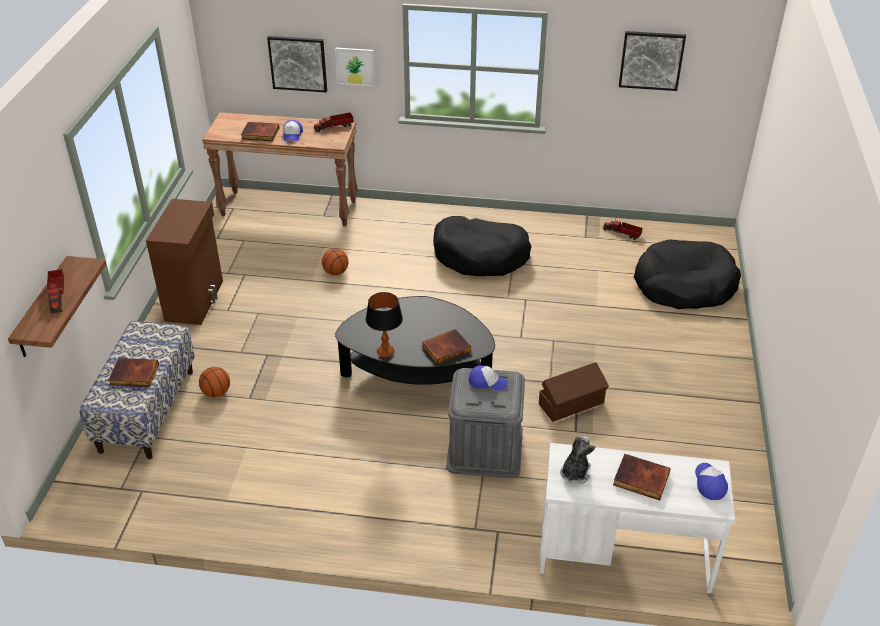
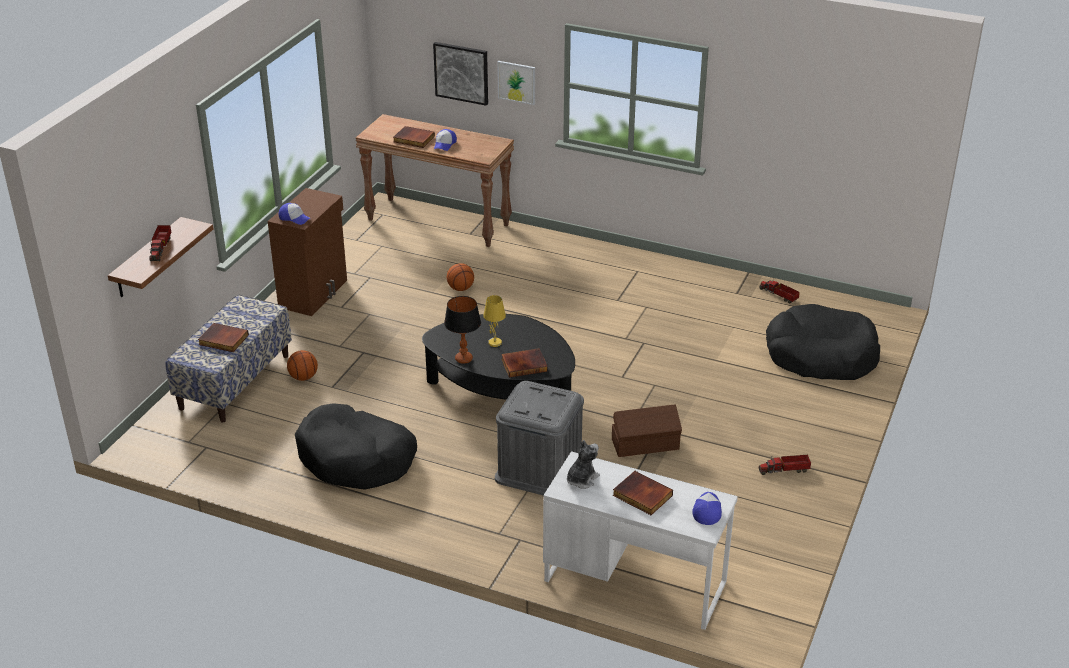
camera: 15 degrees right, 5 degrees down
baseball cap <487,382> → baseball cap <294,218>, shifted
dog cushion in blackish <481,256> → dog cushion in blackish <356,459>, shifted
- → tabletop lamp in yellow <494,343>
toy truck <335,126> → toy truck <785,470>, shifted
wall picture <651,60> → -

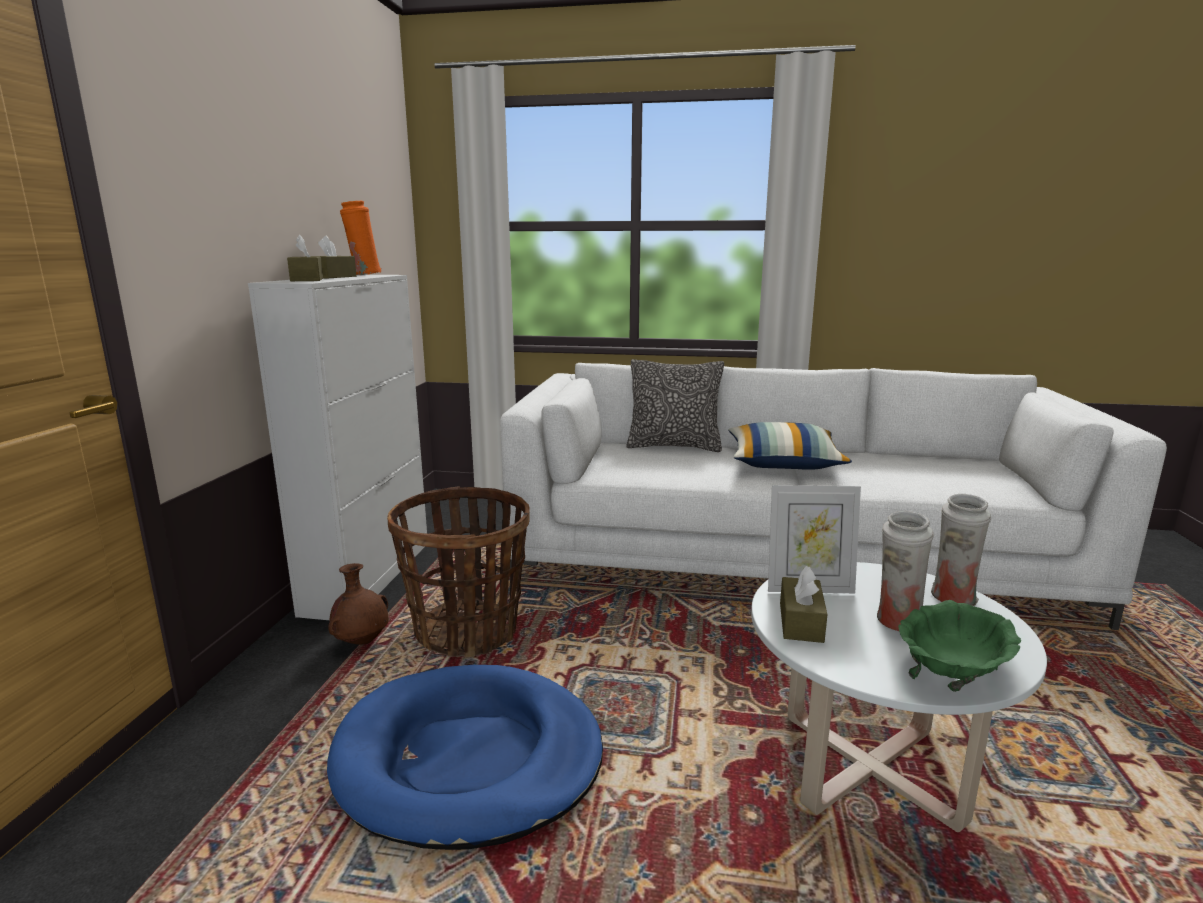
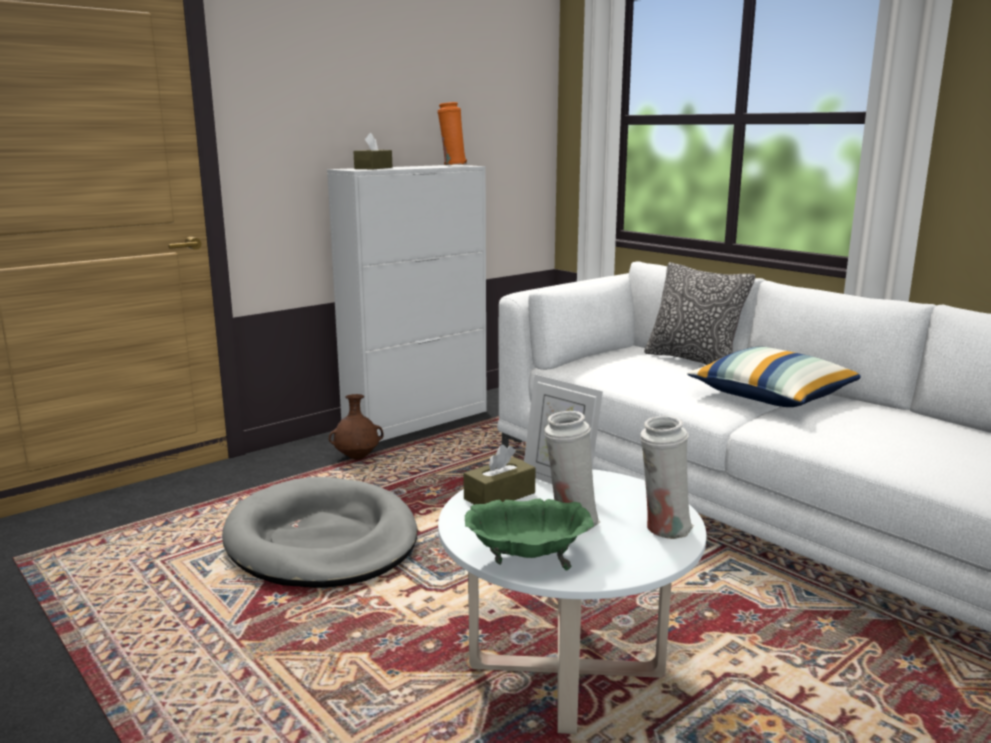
camera: 40 degrees right, 0 degrees up
dog cushion in blue <469,759> → dog cushion in grey <322,540>
tissue box in brown <332,277> → -
storage basket <467,631> → -

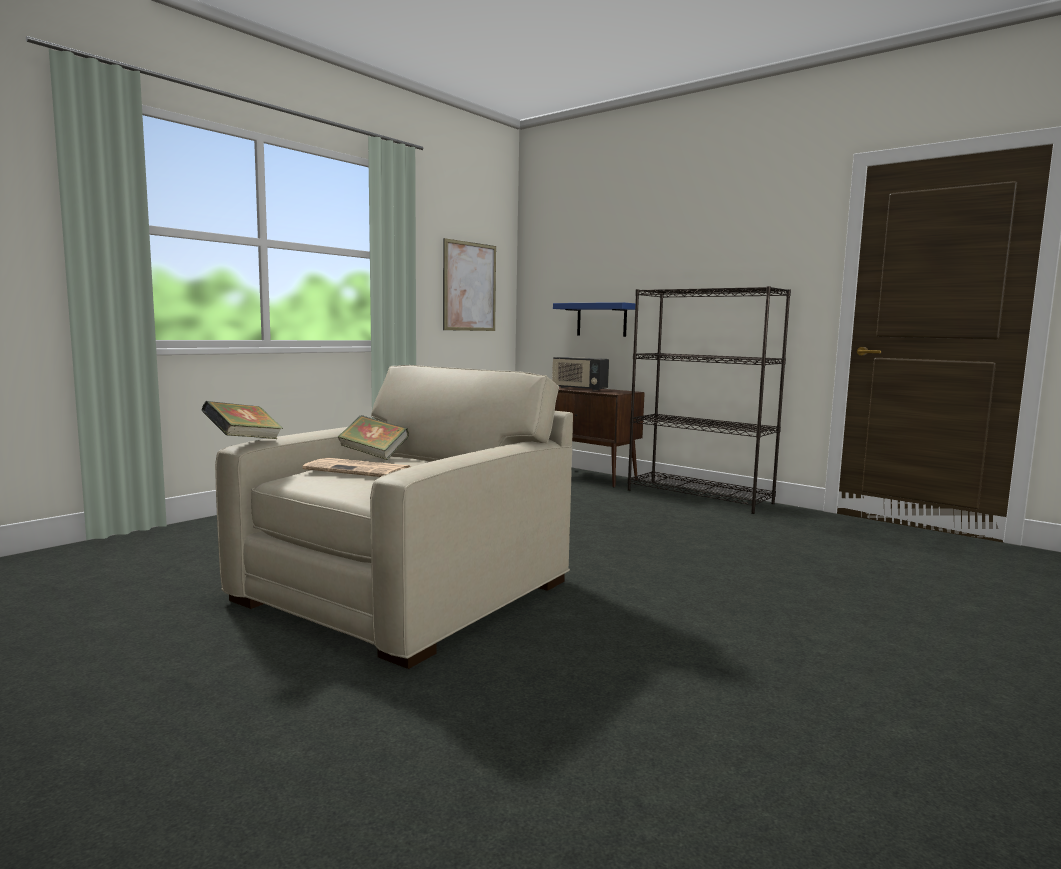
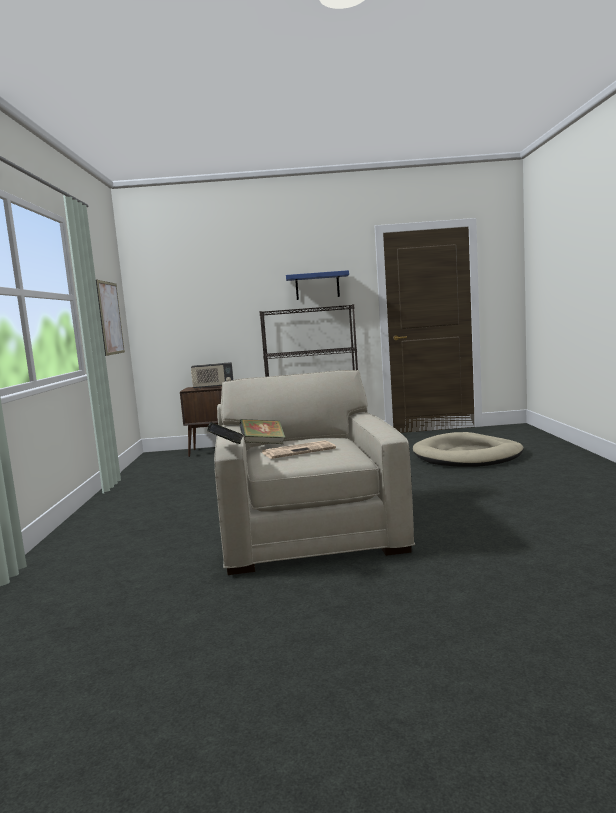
camera: 40 degrees left, 0 degrees up
wall shelf in blue <601,320> → wall shelf in blue <317,286>, shifted
- → dog cushion in beige-coloured <467,456>

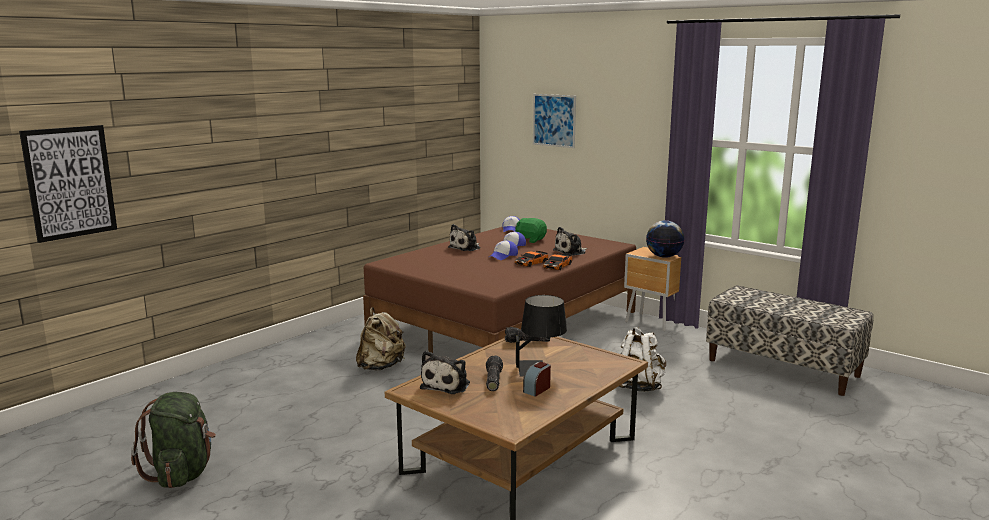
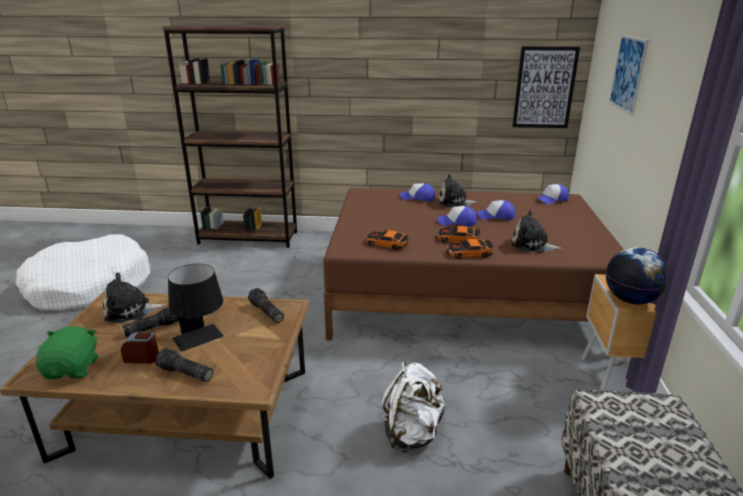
camera: 55 degrees right, 10 degrees up
backpack in greenish <182,473> → dog cushion in white <89,286>
cuddly toy in greenish <530,240> → cuddly toy in greenish <73,369>, shifted
- → flashlight <185,373>
- → shelving unit in brown <248,238>
- → miniature car <386,244>
- → baseball cap <417,198>
wall picture <70,182> → wall picture <544,88>, shifted
backpack in beige-coloured <381,367> → -

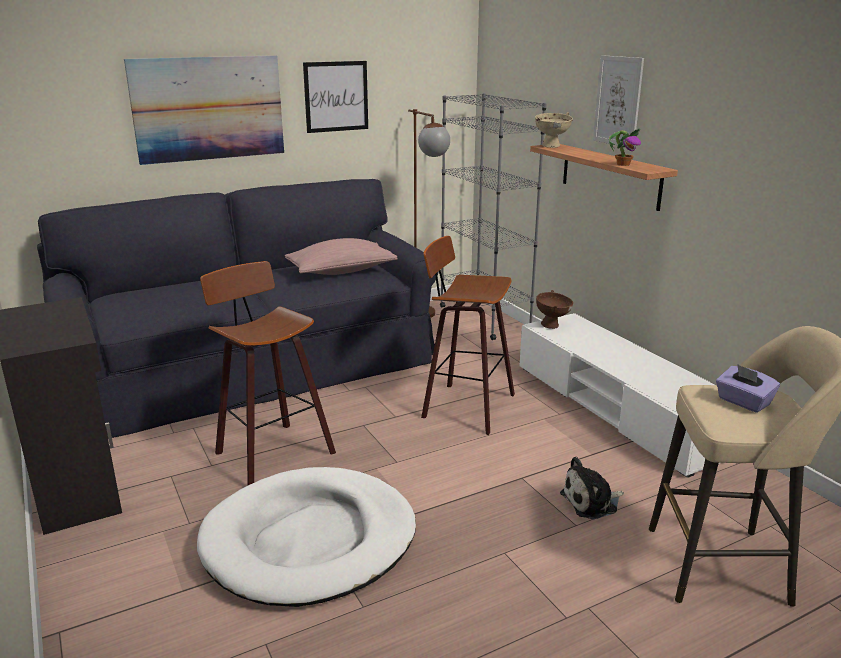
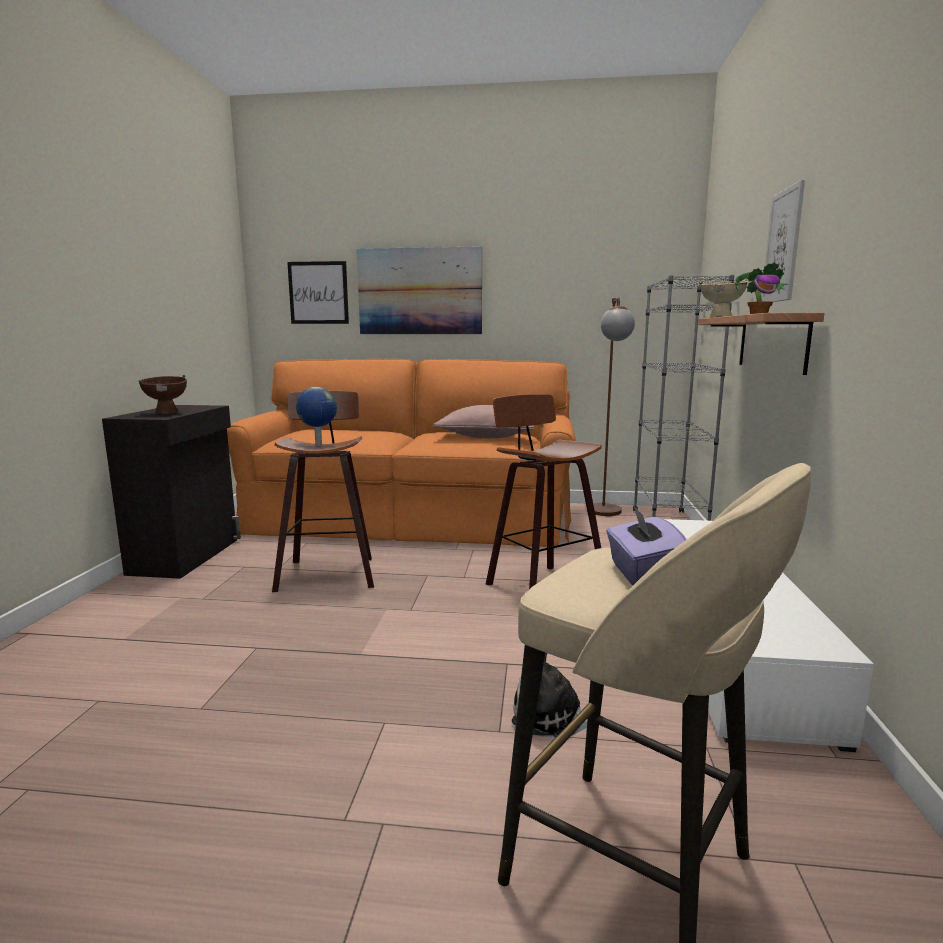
camera: 35 degrees right, 10 degrees down
bowl in brown <552,326> → bowl in brown <167,413>, shifted
couch in blackish <256,368> → couch in orange-coloured <409,518>
wall picture <336,96> → wall picture <318,293>, shifted
- → desk globe <318,445>
dog cushion in white <310,540> → -

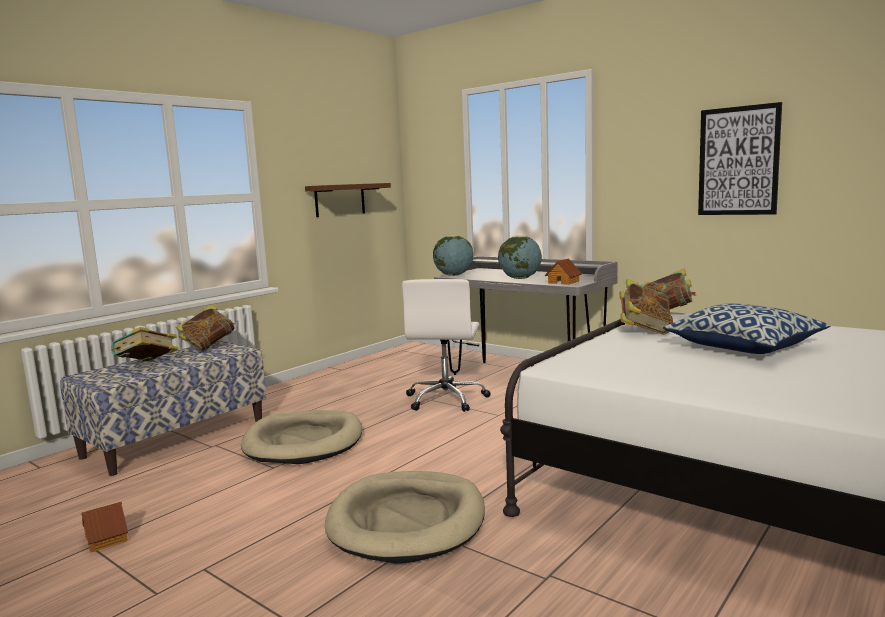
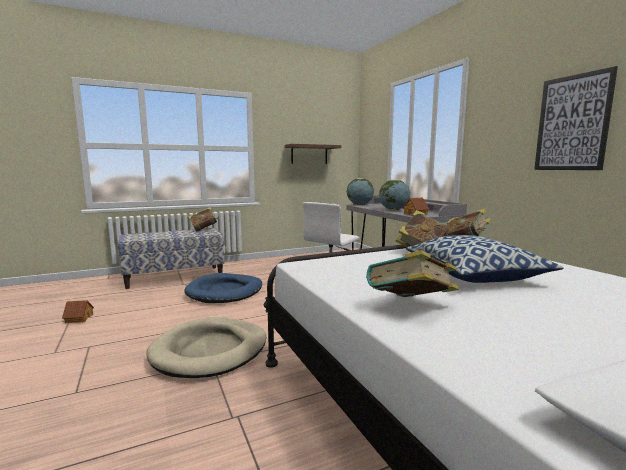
camera: 25 degrees right, 0 degrees up
dog cushion in beige-coloured <304,442> → dog cushion in blue <225,291>
bound book <147,365> → bound book <410,307>, shifted

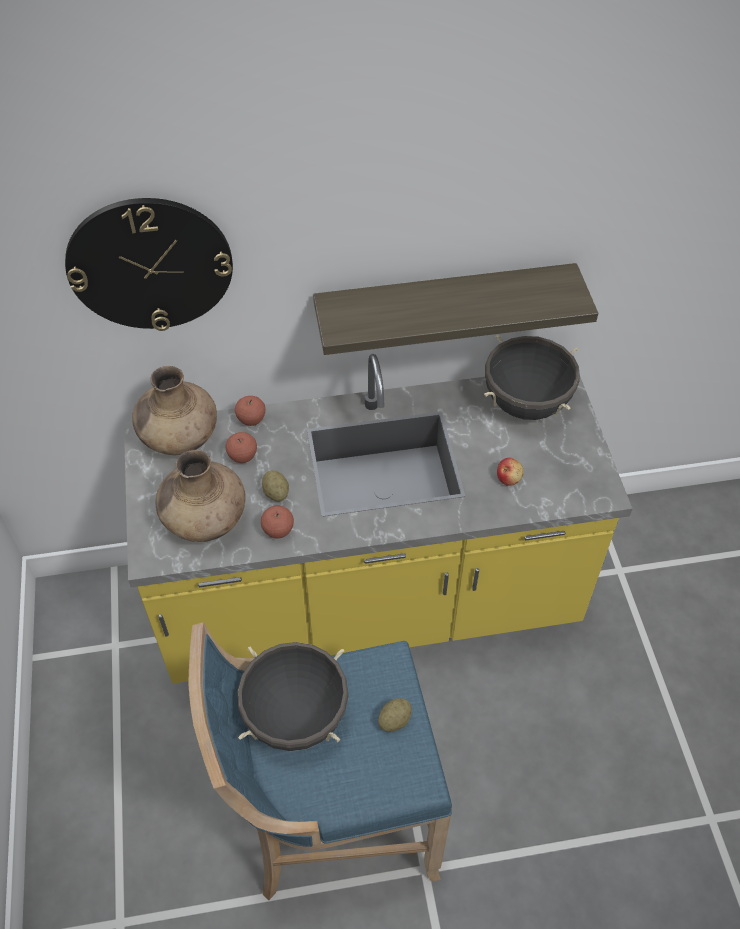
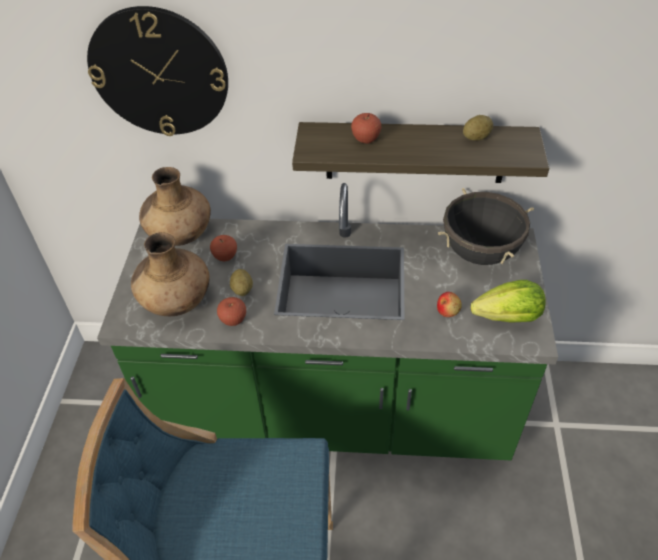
camera: 15 degrees right, 5 degrees down
kitchen counter in yellow <370,604> → kitchen counter in greenish <333,411>
apple <251,420> → apple <366,139>, shifted
potato <394,720> → potato <476,137>, shifted
- → head of lettuce <508,317>
stockpot in blackish <296,716> → -

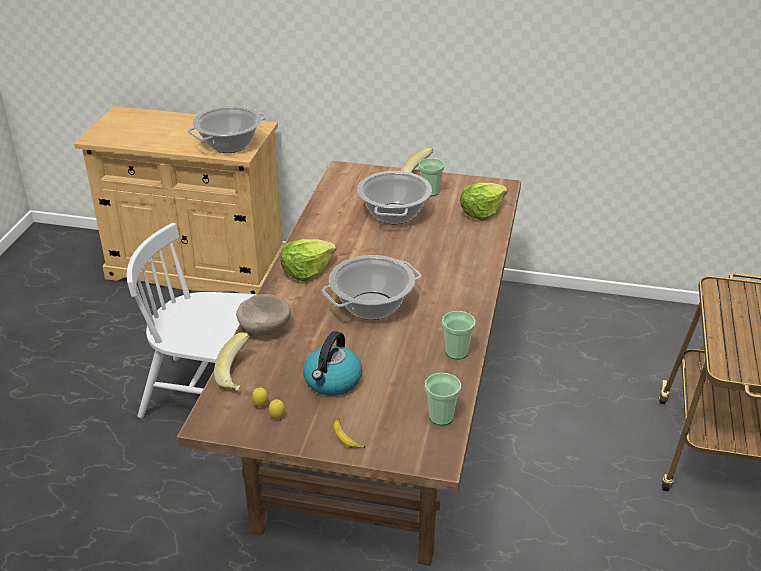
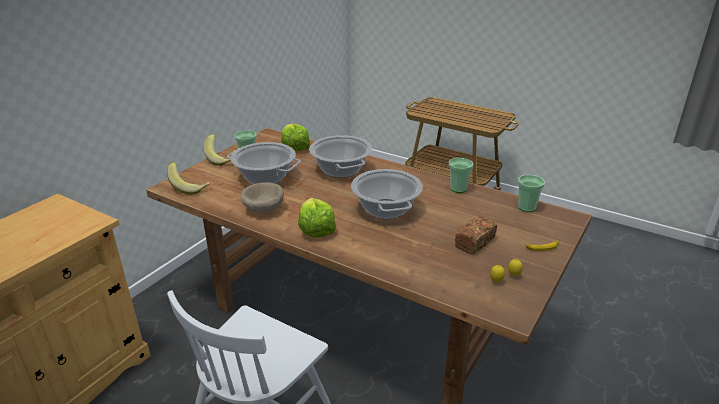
camera: 70 degrees left, 5 degrees down
banana fruit <238,376> → banana fruit <190,187>, shifted
bowl in beige-coloured <264,328> → bowl in beige-coloured <263,209>, shifted
stockpot <229,145> → stockpot <341,170>, shifted
kettle <332,381> → bakery bread <475,242>

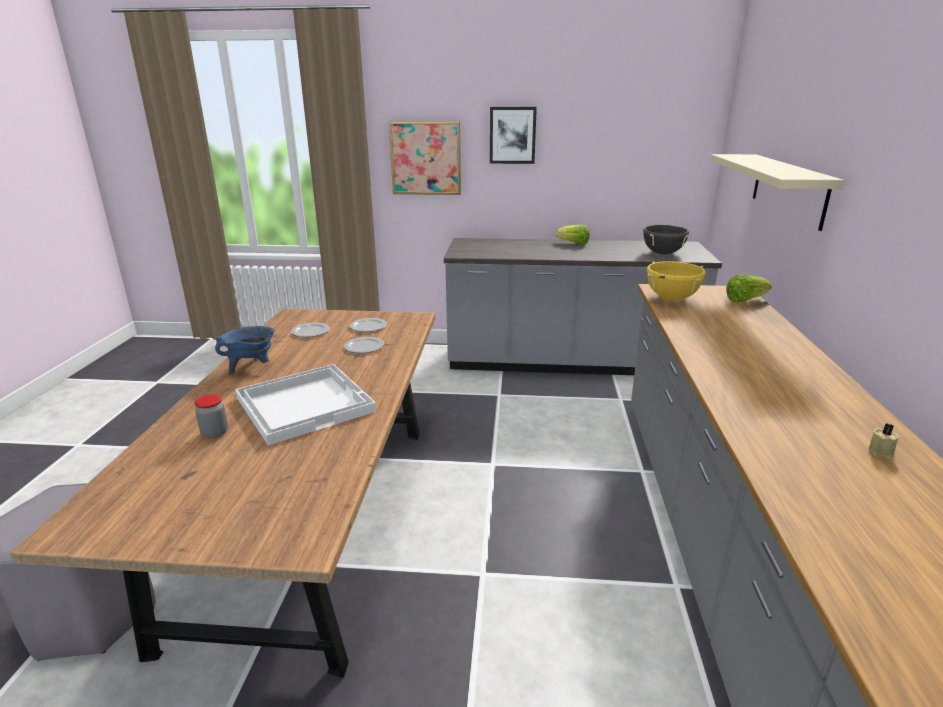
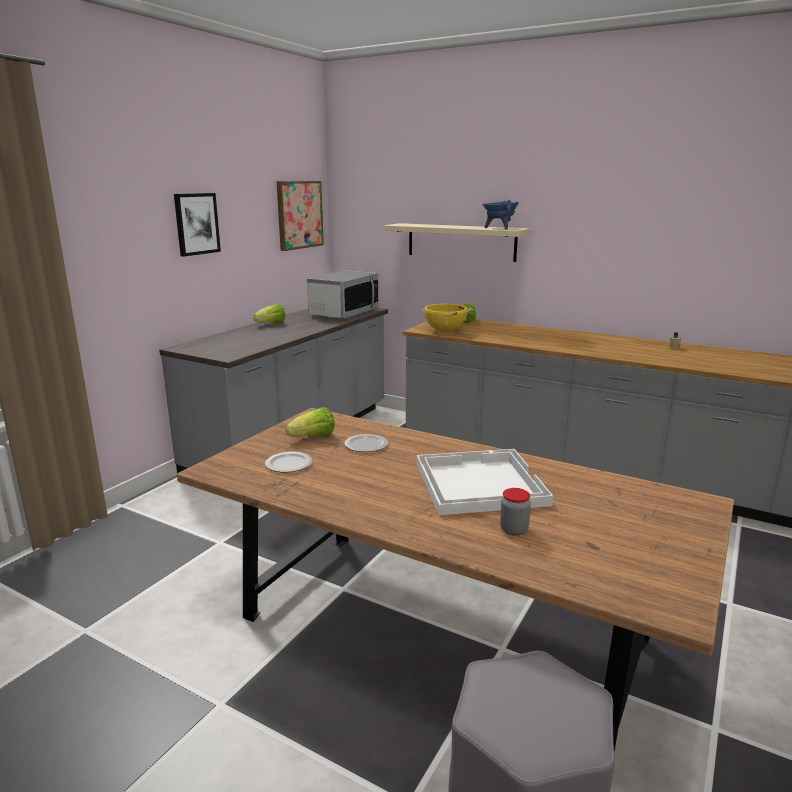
camera: 65 degrees left, 5 degrees down
wall picture <426,158> → wall picture <299,214>, shifted
flat dish <368,327> → head of lettuce <313,437>
stockpot in blackish <663,253> → microwave <344,313>
stockpot in blue <252,367> → stockpot in blue <499,228>, shifted

